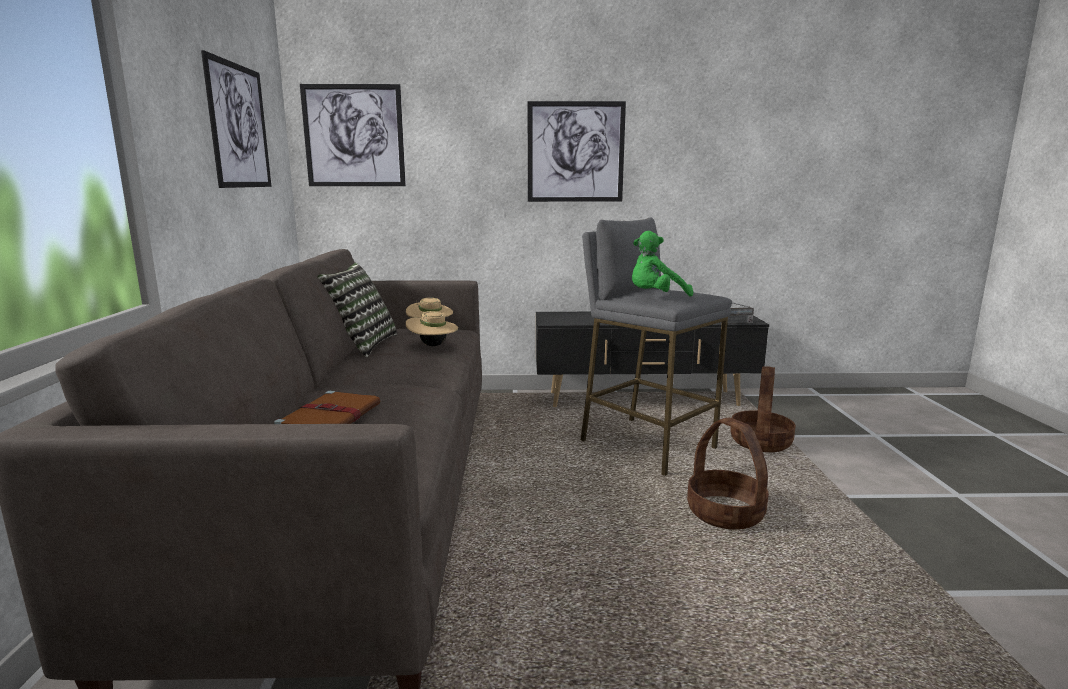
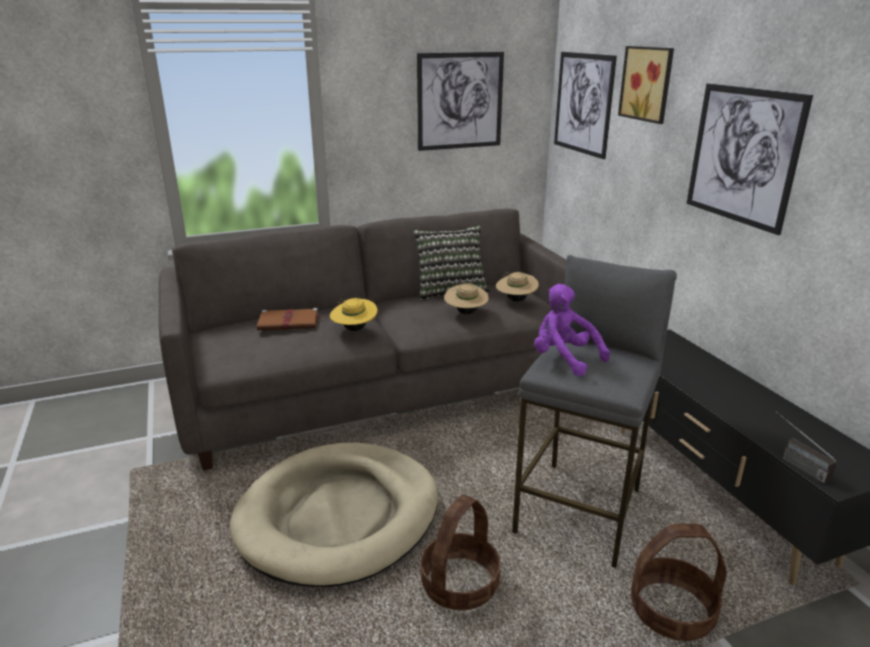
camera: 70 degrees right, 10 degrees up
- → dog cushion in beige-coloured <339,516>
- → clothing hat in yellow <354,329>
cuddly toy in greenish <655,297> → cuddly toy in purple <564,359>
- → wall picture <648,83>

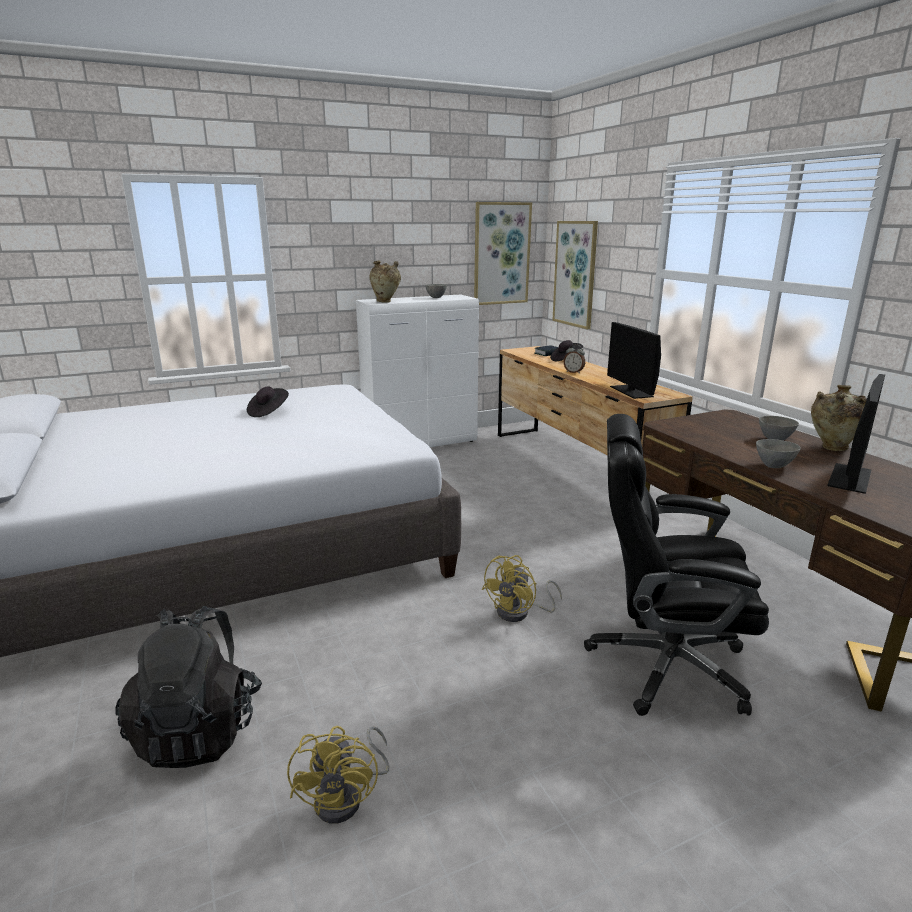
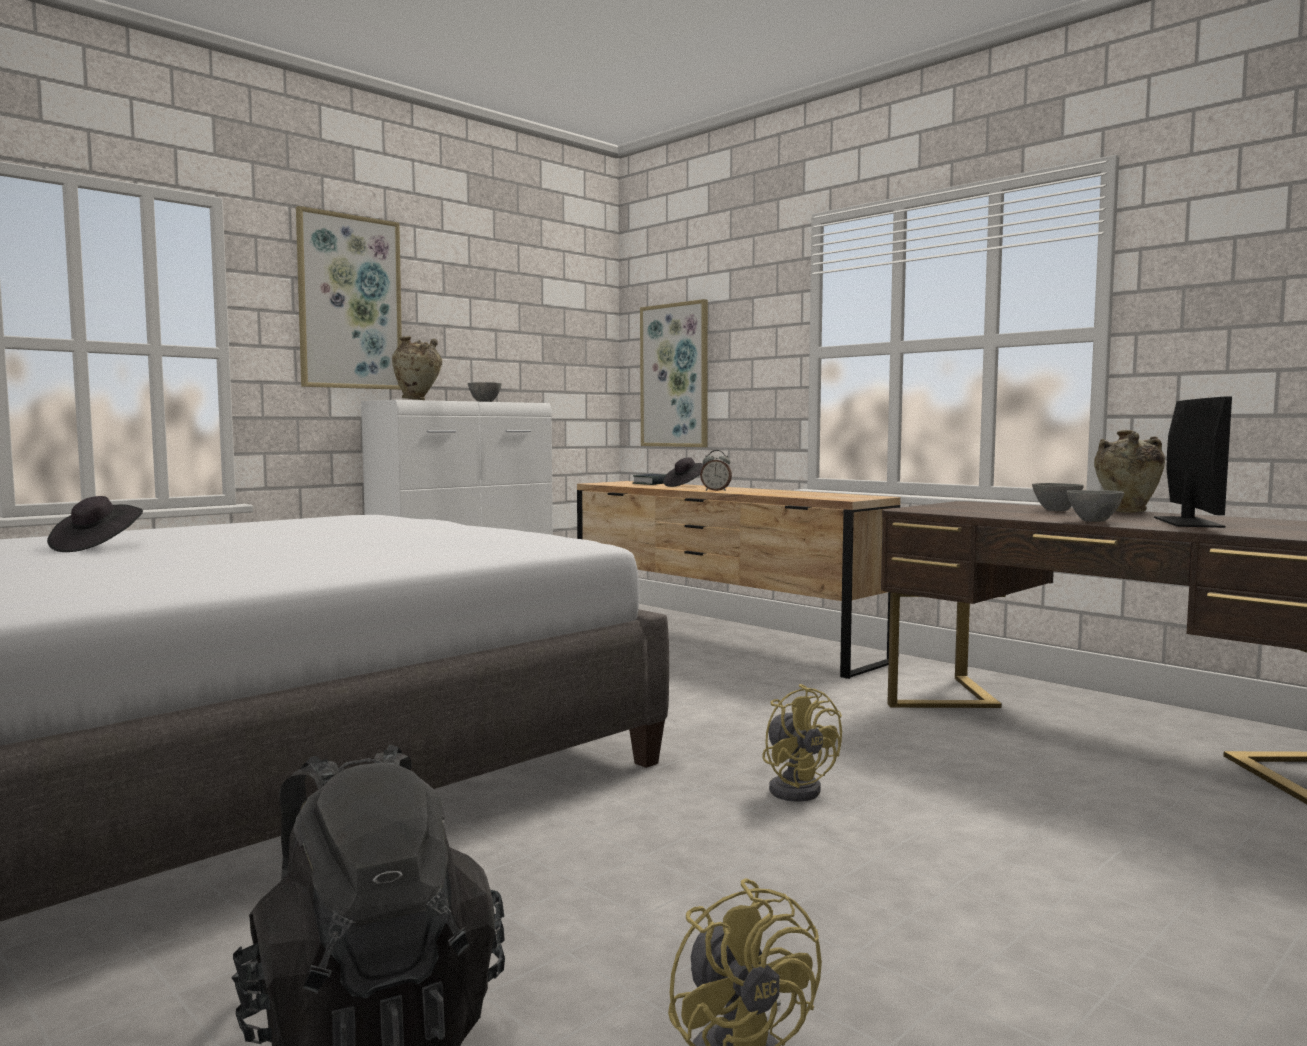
camera: 20 degrees left, 15 degrees down
clothing hat in blackish <268,412> → clothing hat in blackish <97,547>, shifted
wall picture <501,254> → wall picture <349,302>, shifted
fan in yellow <520,613> → fan in yellow <796,788>, 45 degrees counterclockwise
office chair in blackish <663,664> → -
monitor <631,391> → -

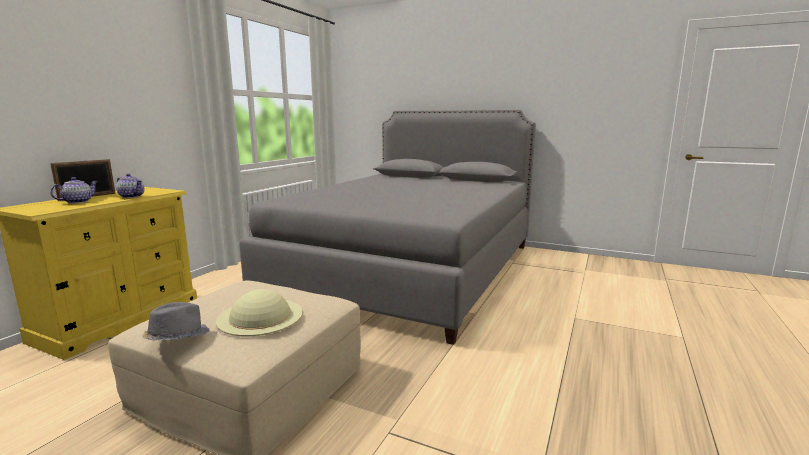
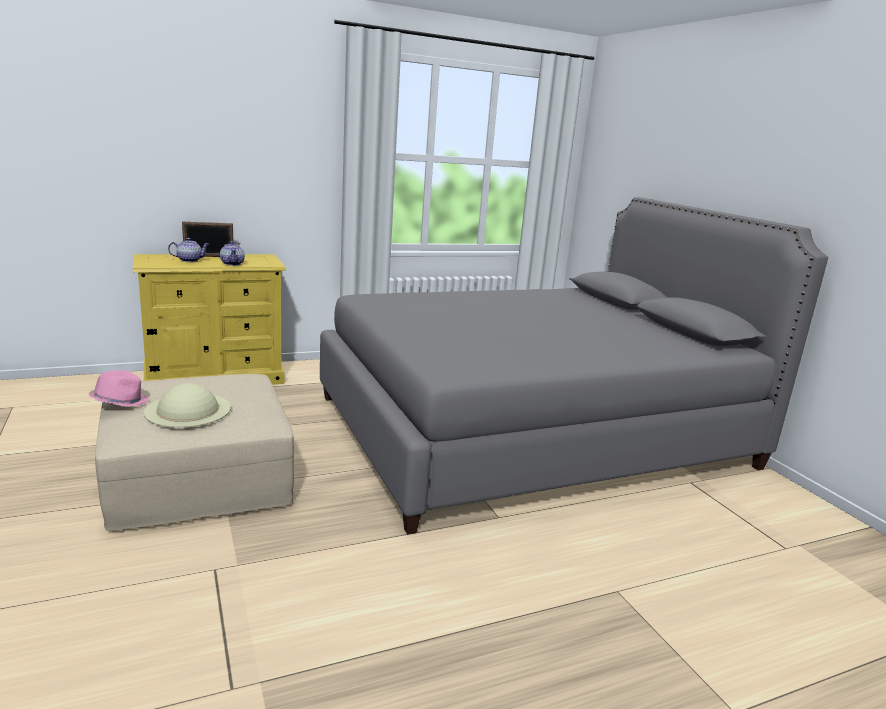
camera: 40 degrees right, 5 degrees up
clothing hat in grey <177,337> → clothing hat in pink-coloured <119,401>

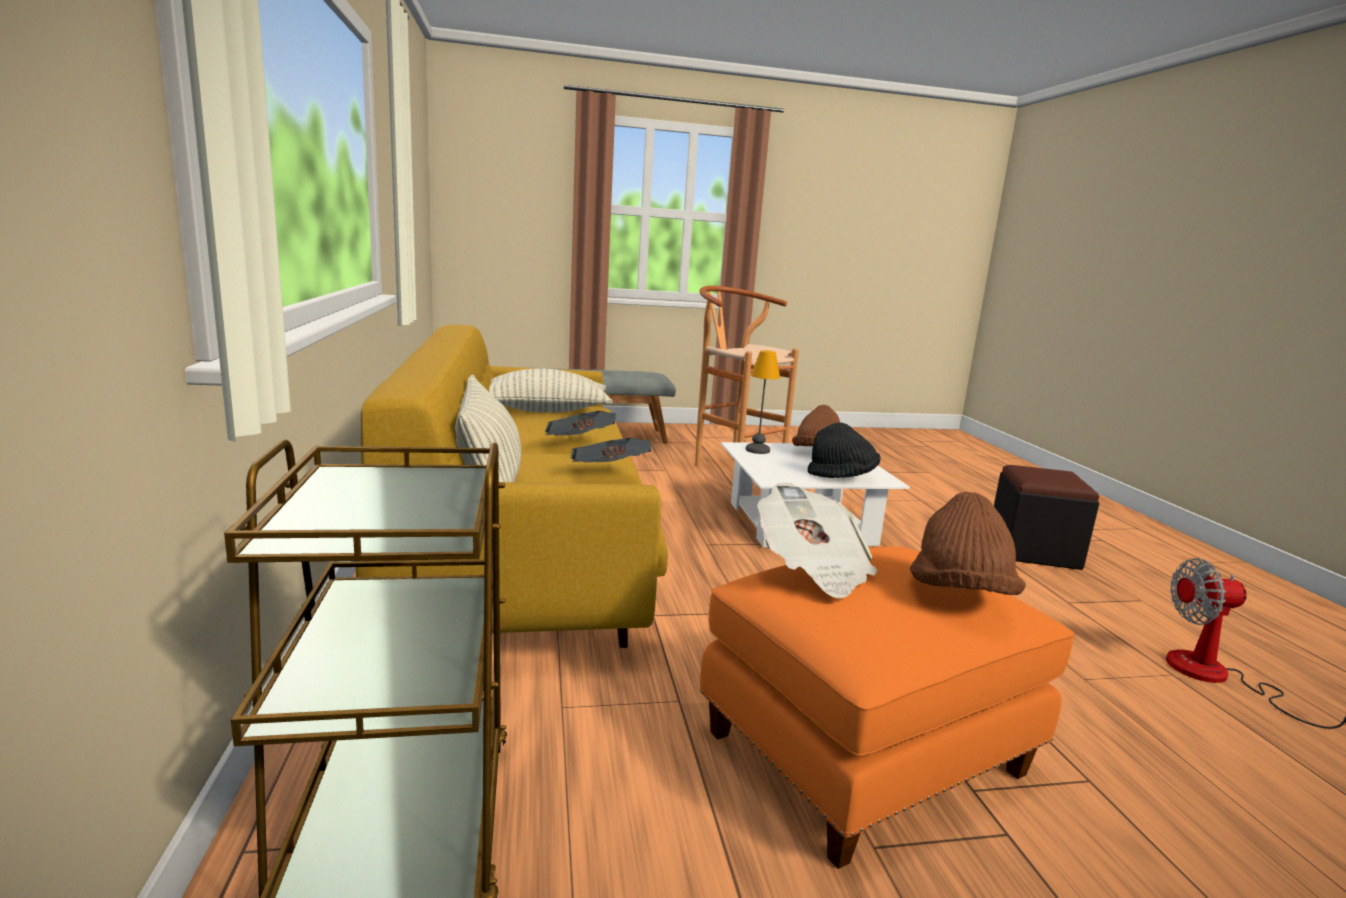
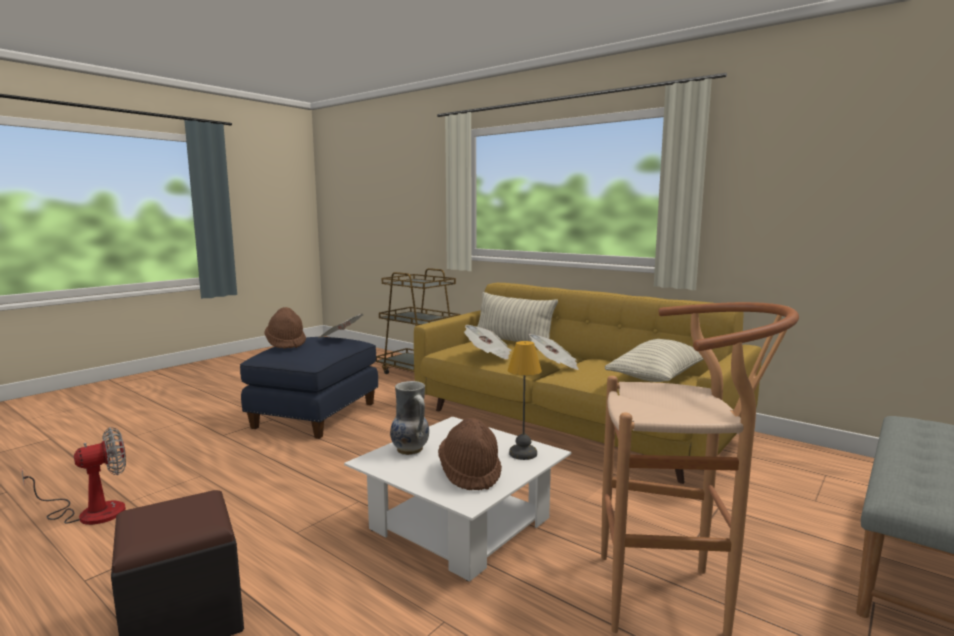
camera: 140 degrees right, 5 degrees down
footrest in orange-coloured <863,751> → footrest in blue <316,415>
clothing hat in blackish <842,476> → decorative vase <410,449>

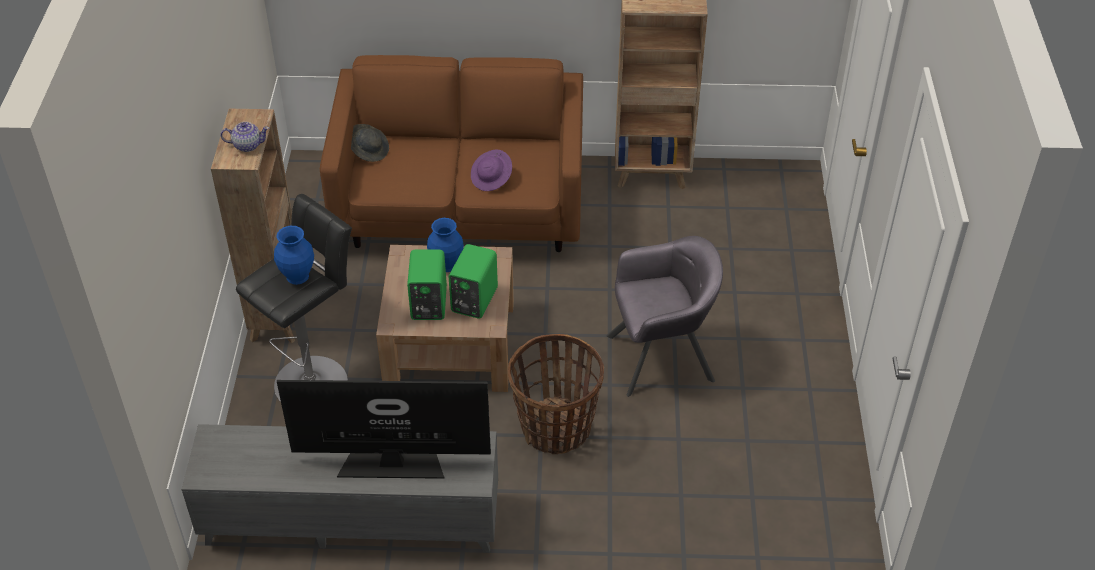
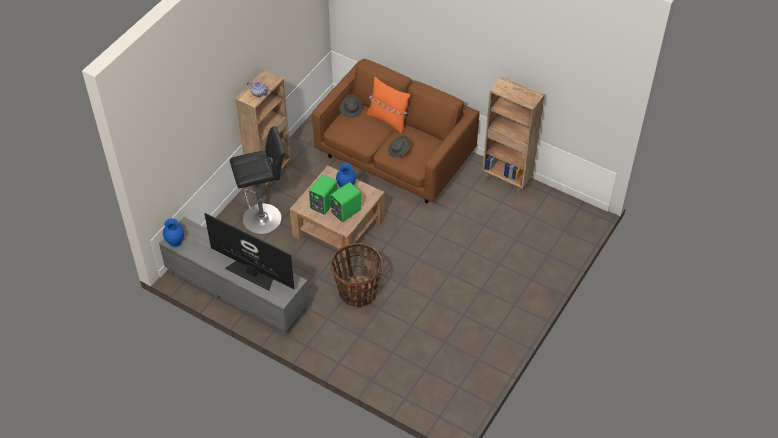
camera: 30 degrees right, 5 degrees up
decorative vase in blue <297,277> → decorative vase in blue <175,243>, shifted
- → cushion in orange-coloured <388,120>
clothing hat in purple <492,179> → clothing hat in grey <399,151>
lounge chair in grey <661,358> → -

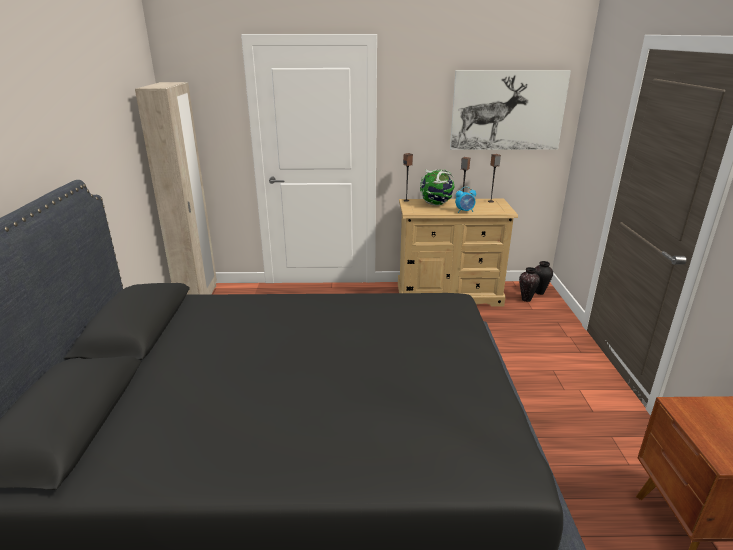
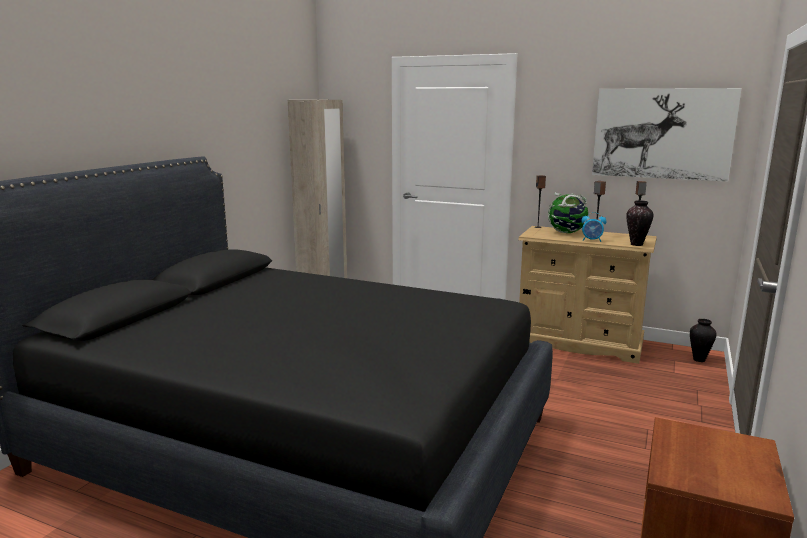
camera: 25 degrees right, 10 degrees down
decorative vase <526,299> → decorative vase <637,244>, shifted

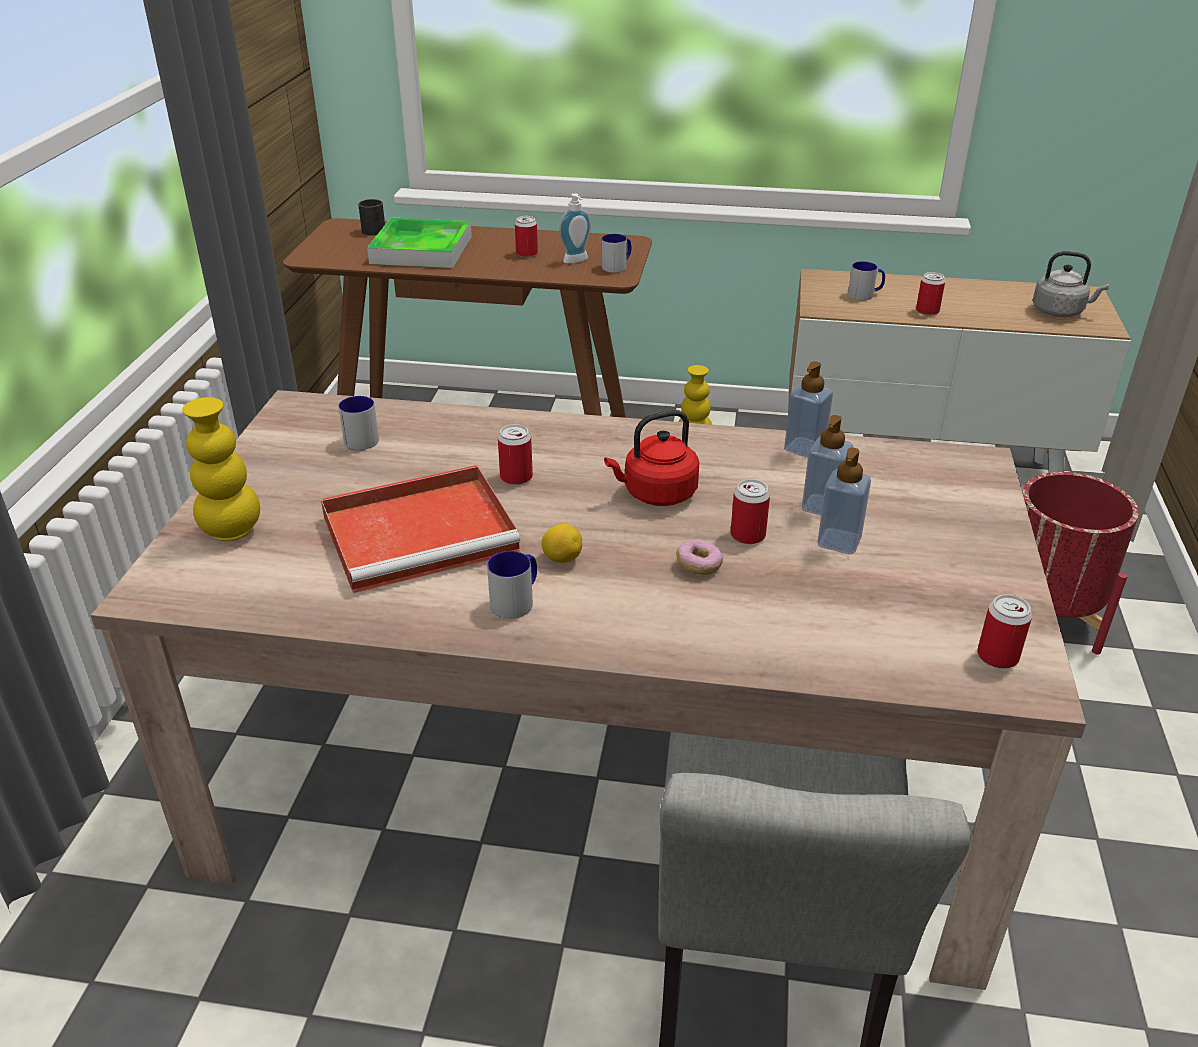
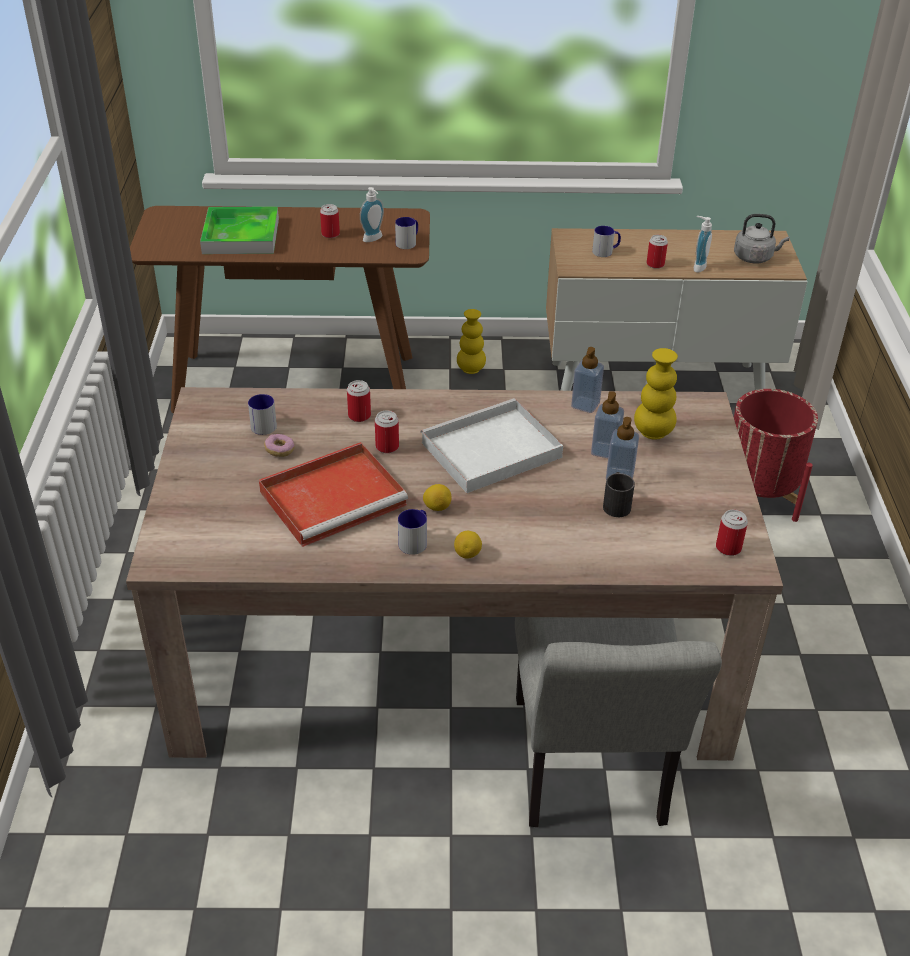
camera: 10 degrees left, 5 degrees up
ring doughnut <699,565> → ring doughnut <280,450>, shifted
metal can <747,535> → metal can <359,416>, shifted
kettle in reddish <656,494> → tray in white <489,451>
- → whole lemon <467,554>
tea mug in blackish <375,229> → tea mug in blackish <616,503>, shifted
decorative vase in yellow <232,531> → decorative vase in yellow <653,432>, shifted
- → soap bottle <697,266>

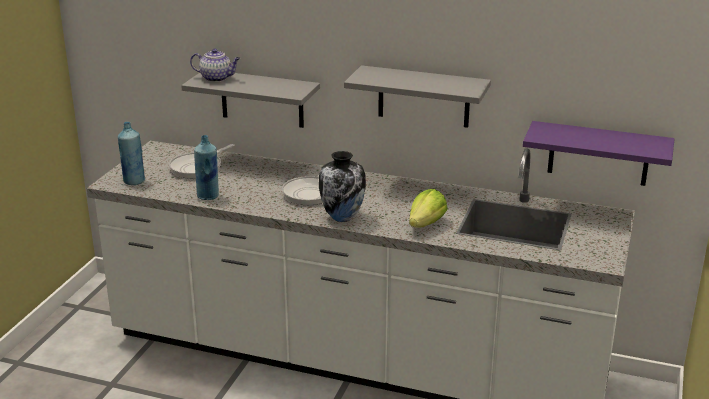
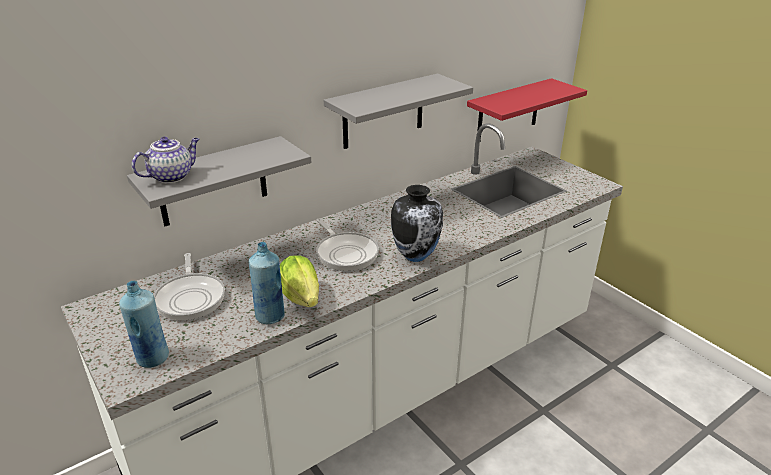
camera: 55 degrees left, 5 degrees up
head of lettuce <426,224> → head of lettuce <301,297>, shifted
wall shelf in purple <598,154> → wall shelf in reddish <508,111>

